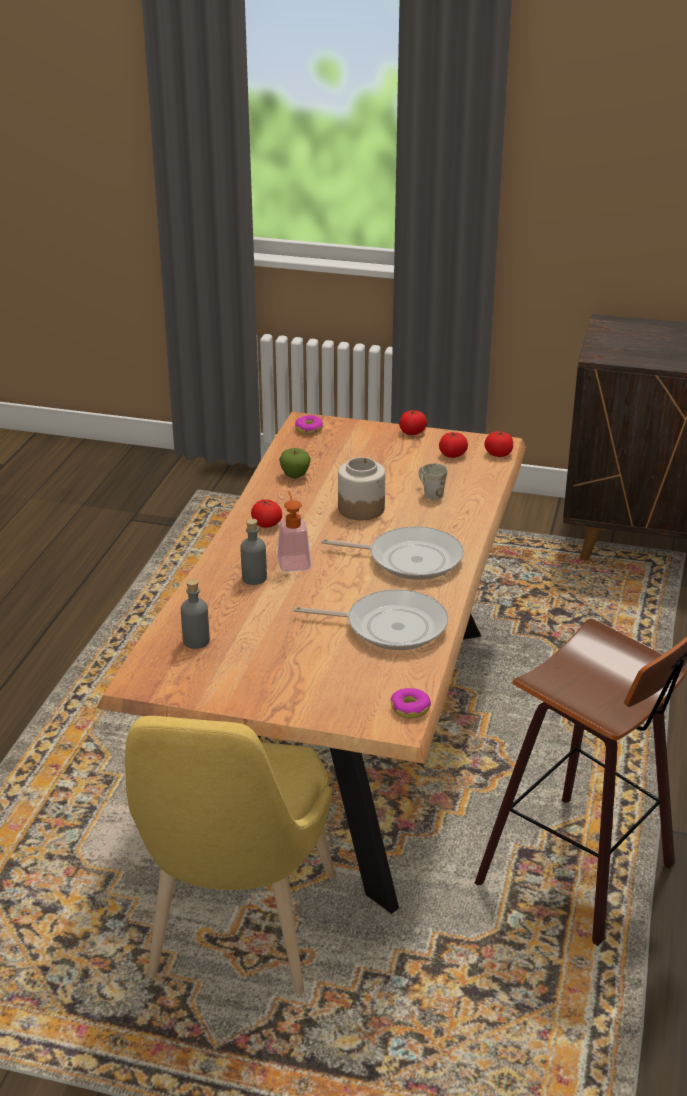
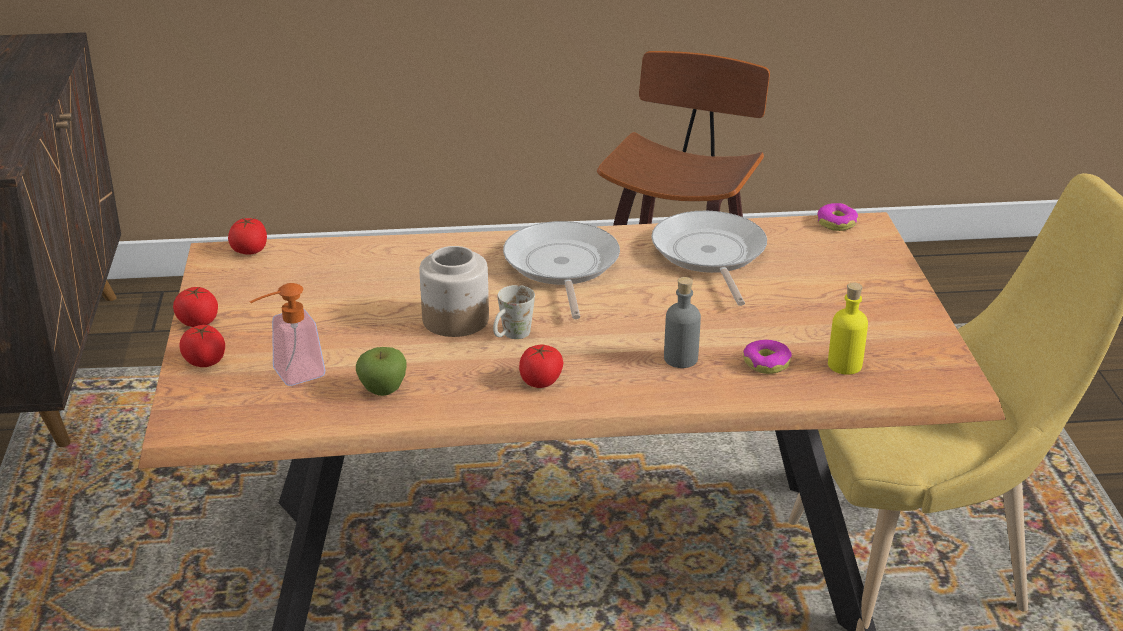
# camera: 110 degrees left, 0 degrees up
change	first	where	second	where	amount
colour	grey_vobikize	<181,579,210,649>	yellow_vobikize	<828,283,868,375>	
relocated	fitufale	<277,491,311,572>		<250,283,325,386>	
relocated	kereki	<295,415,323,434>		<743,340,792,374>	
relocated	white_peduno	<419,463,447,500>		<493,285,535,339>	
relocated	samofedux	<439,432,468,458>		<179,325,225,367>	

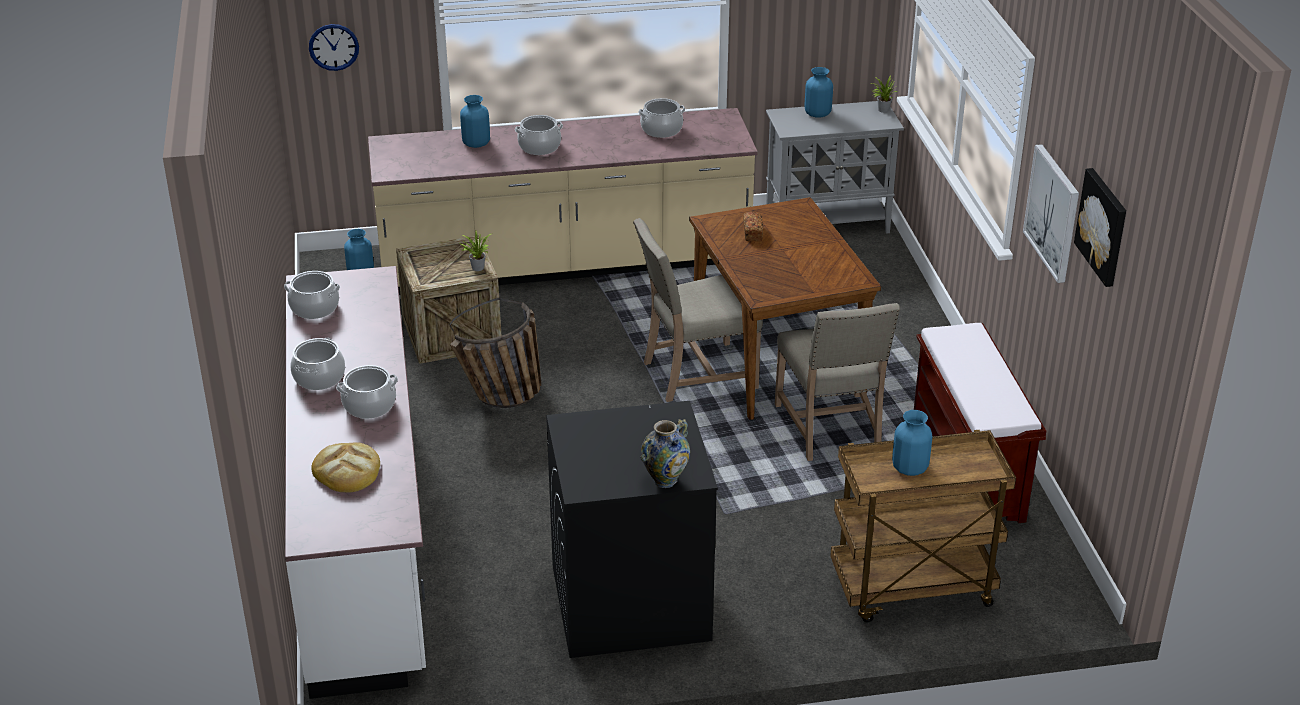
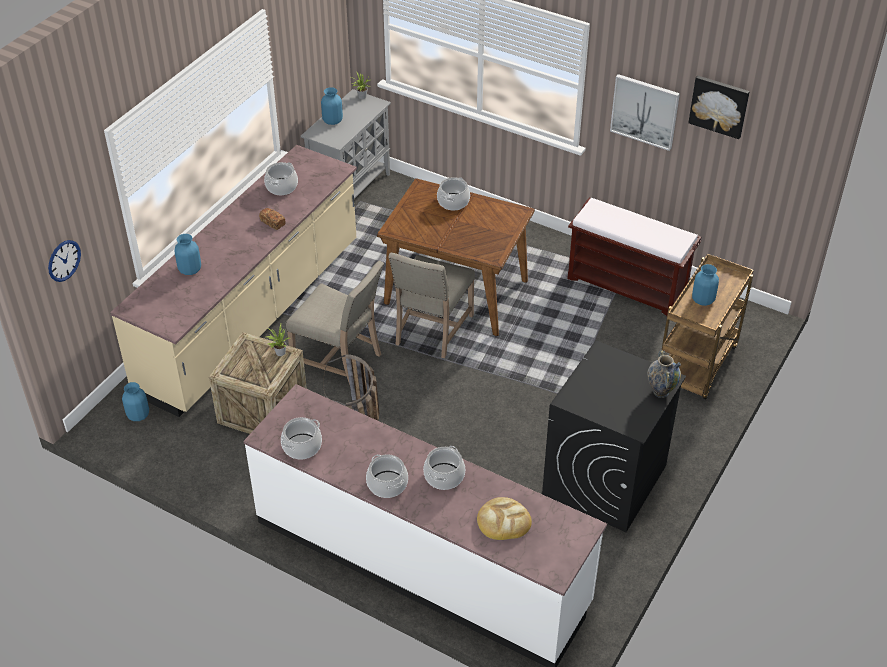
# camera: 50 degrees left, 10 degrees up
change	first	where	second	where	amount
relocated	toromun	<515,115,563,155>		<437,177,470,210>	
relocated	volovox	<743,212,763,241>		<259,208,286,230>	
relocated	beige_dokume	<775,303,900,461>		<285,261,384,385>	

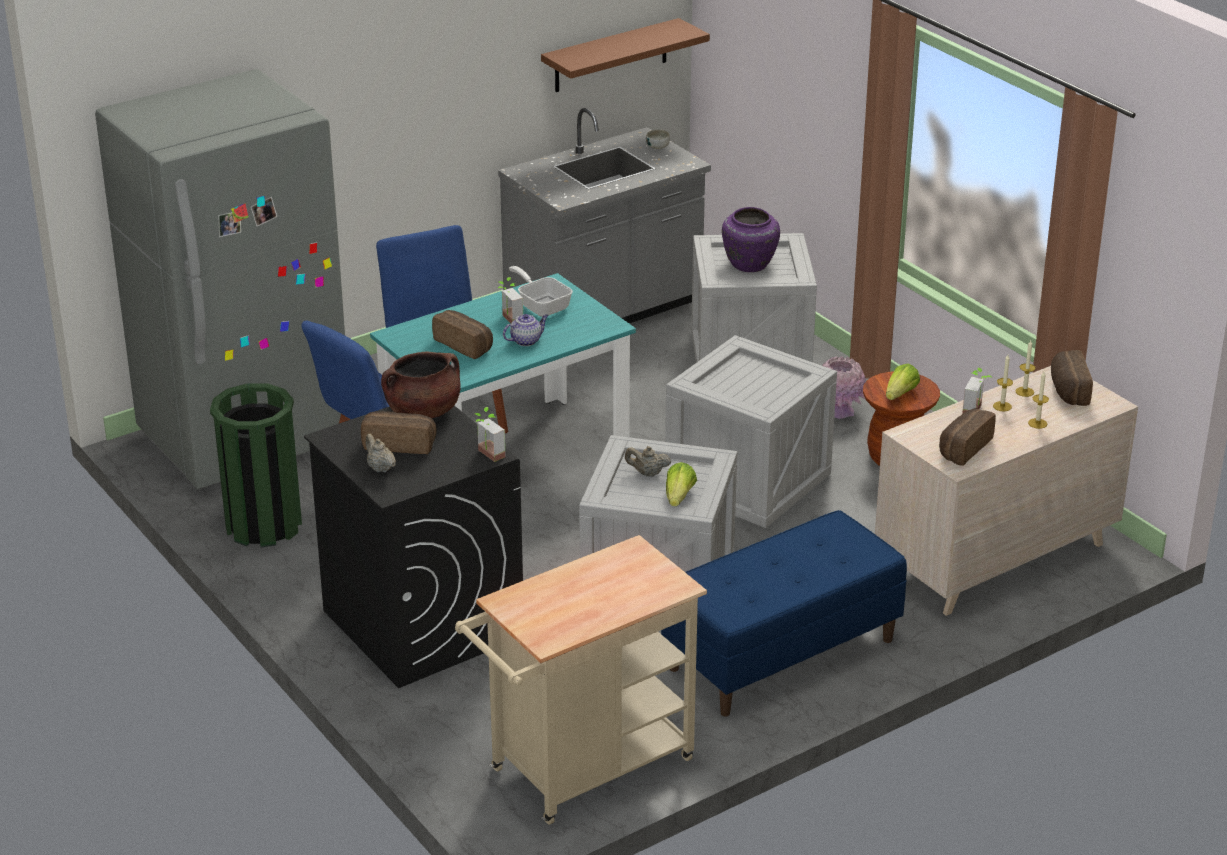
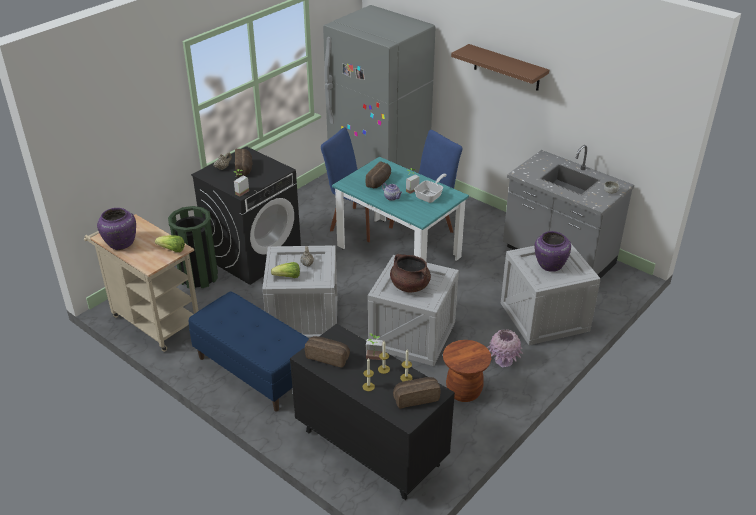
# camera: 75 degrees right, 5 degrees up
change	first	where	second	where	amount
relocated	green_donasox	<210,383,302,547>		<168,206,218,288>	
relocated	brown_toromun	<381,352,461,418>		<390,254,431,292>	
relocated	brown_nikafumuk	<541,18,710,92>		<451,44,549,91>	
colour	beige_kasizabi	<875,366,1138,616>	black_kasizabi	<290,324,455,500>	
relocated	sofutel	<886,364,920,400>		<155,235,185,252>	
appeared			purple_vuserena	<97,208,136,250>	

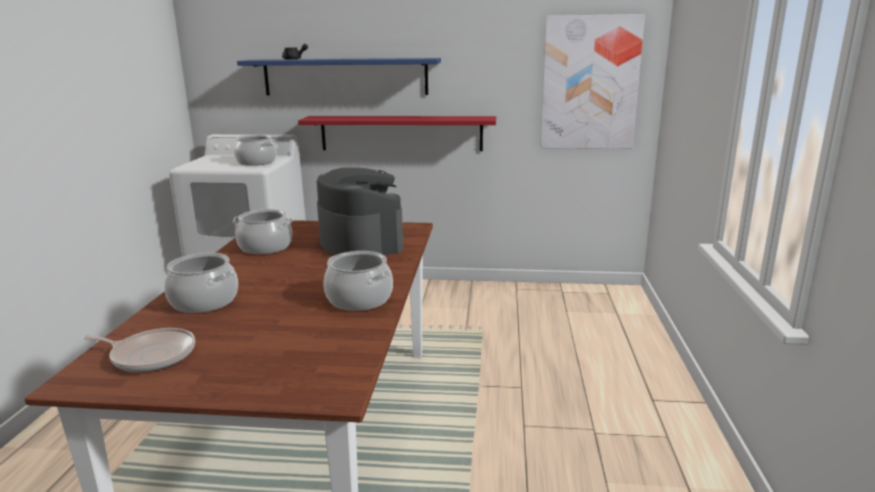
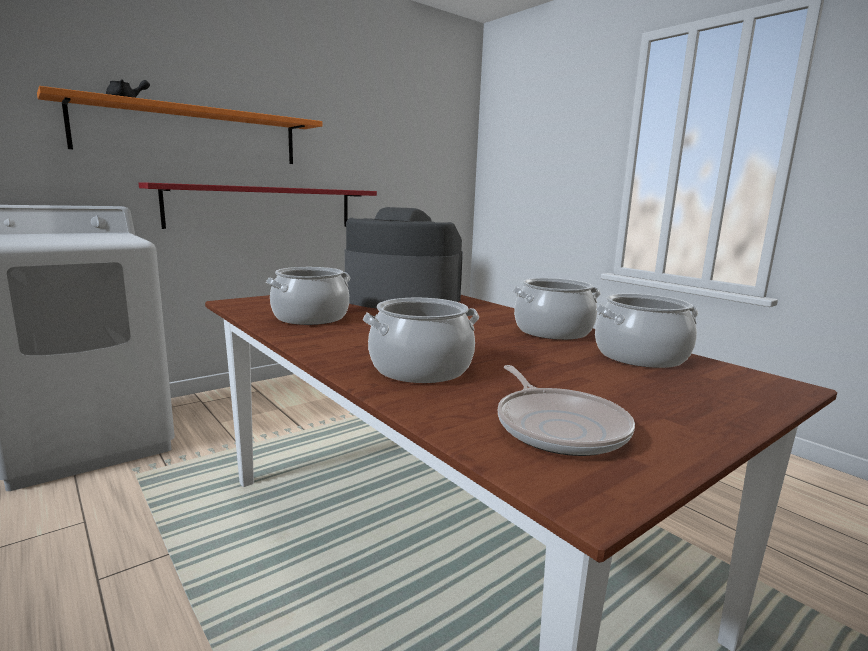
# camera: 45 degrees left, 5 degrees down
change	first	where	second	where	amount
spun	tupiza	<83,328,195,372>		<497,365,635,456>	105 degrees clockwise
relocated	toromun	<234,135,277,166>		<595,293,698,368>	
colour	blue_nikafumuk	<237,58,441,95>	orange_nikafumuk	<37,86,322,164>	
missing	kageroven	<540,14,645,149>			

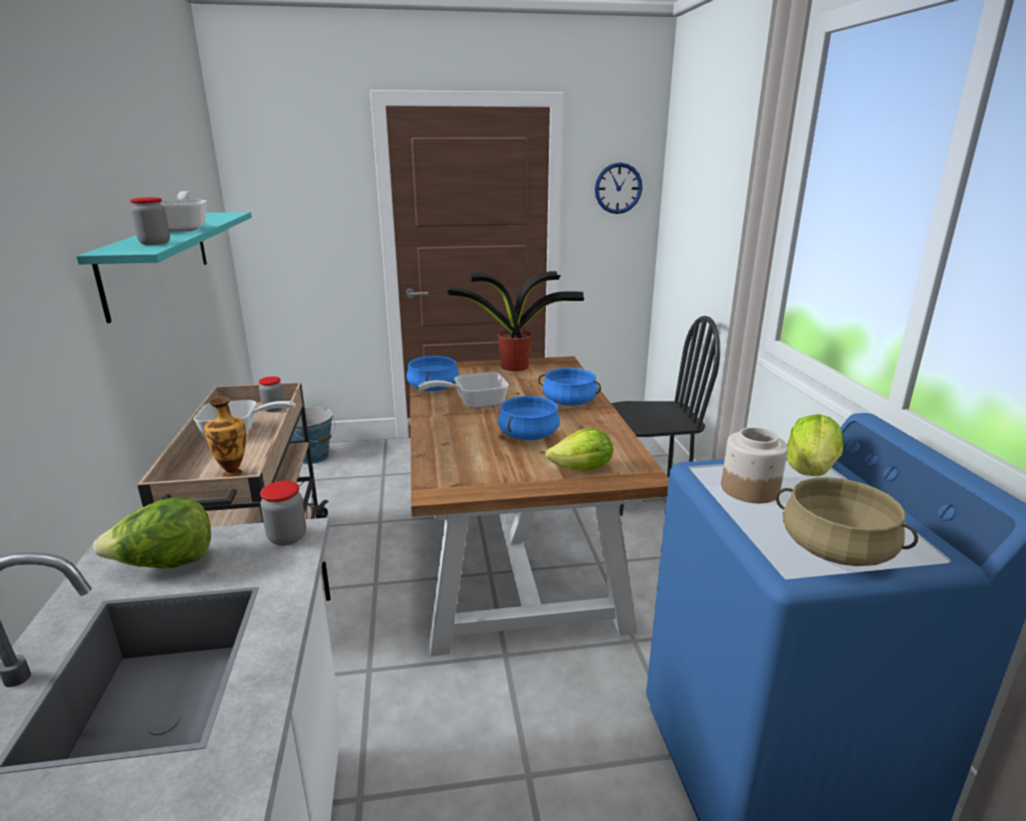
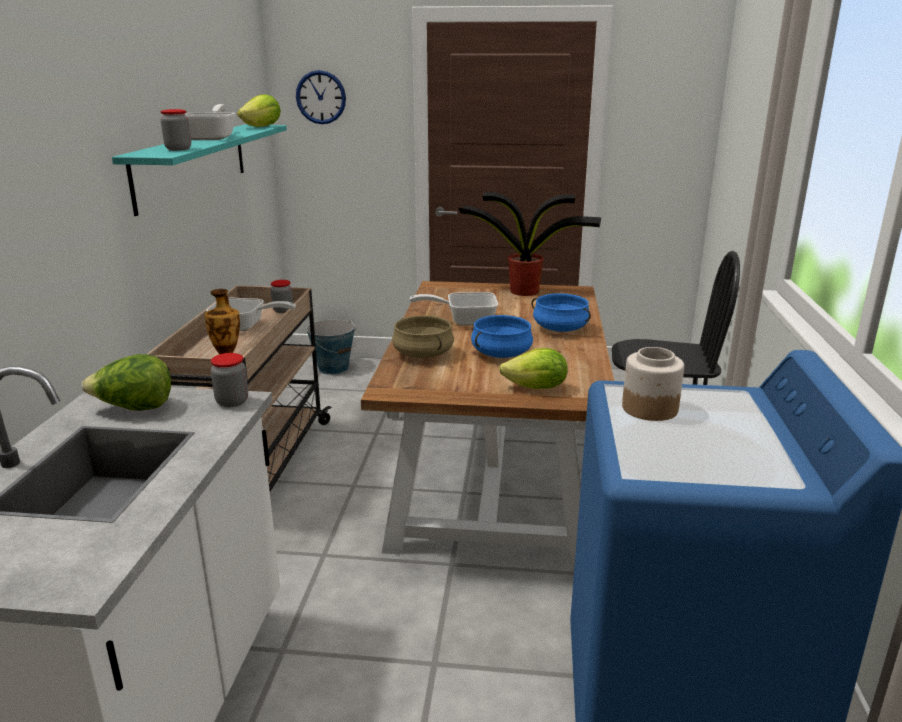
# camera: 15 degrees right, 0 degrees up
change	first	where	second	where	amount
missing	blue_toromun	<407,356,459,391>			
relocated	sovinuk	<595,162,642,214>		<296,70,346,124>	
relocated	beige_toromun	<776,477,918,566>		<392,315,454,358>	
relocated	sofutel	<787,414,843,476>		<237,94,281,127>	

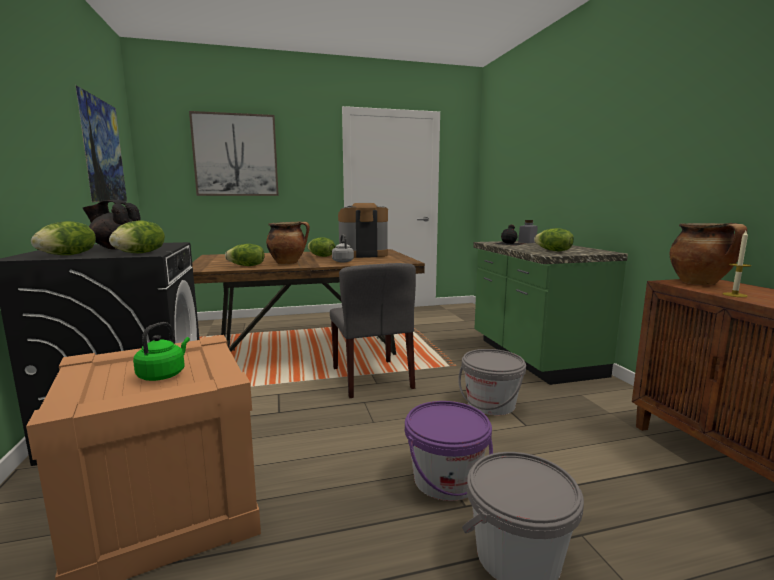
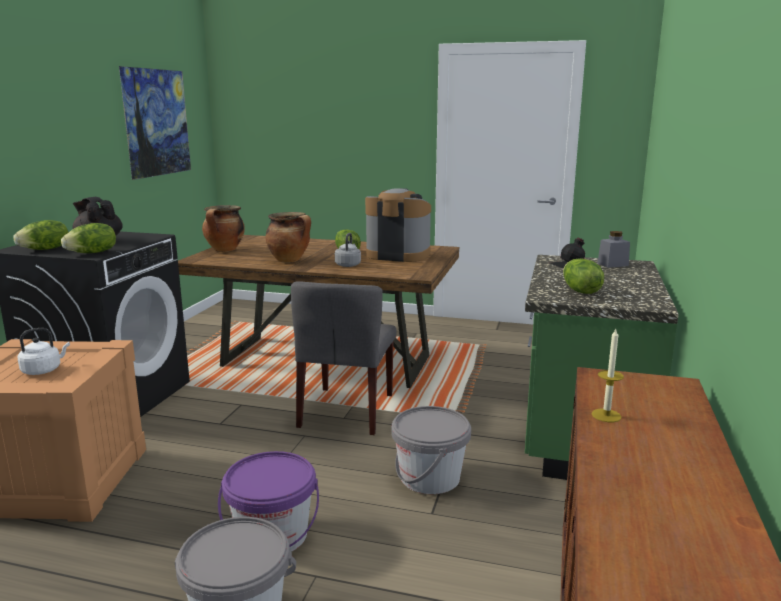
# camera: 30 degrees right, 5 degrees up
change	first	where	second	where	amount
colour	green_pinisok	<133,322,190,381>	white_pinisok	<17,328,70,375>	
missing	kageroven	<189,111,279,196>			
missing	sofutel	<225,244,265,266>			
relocated	toromun	<670,223,747,285>		<202,205,245,252>	

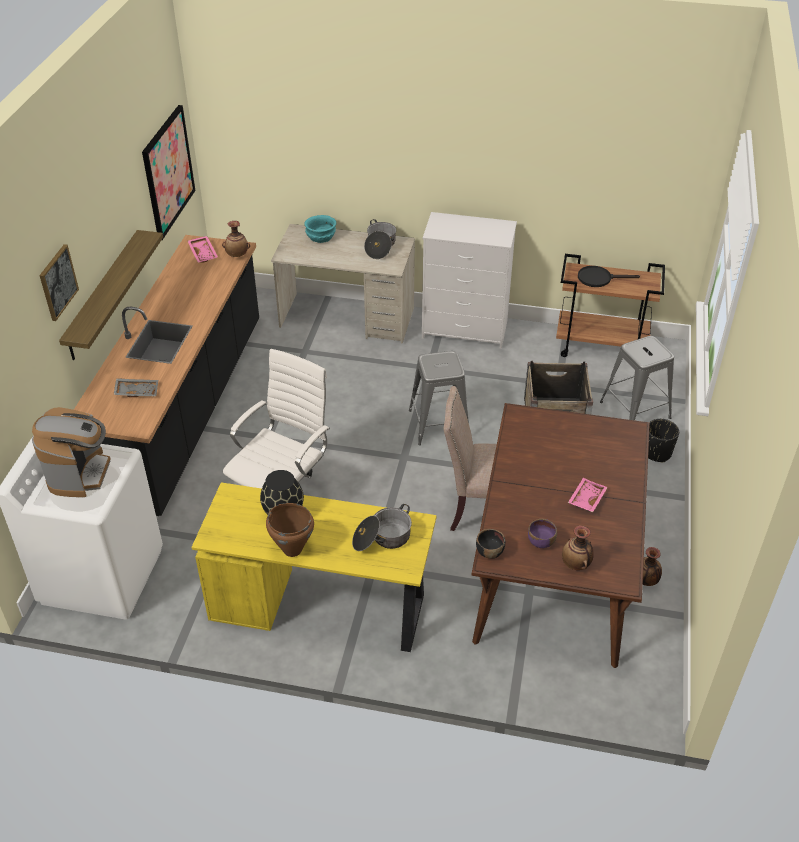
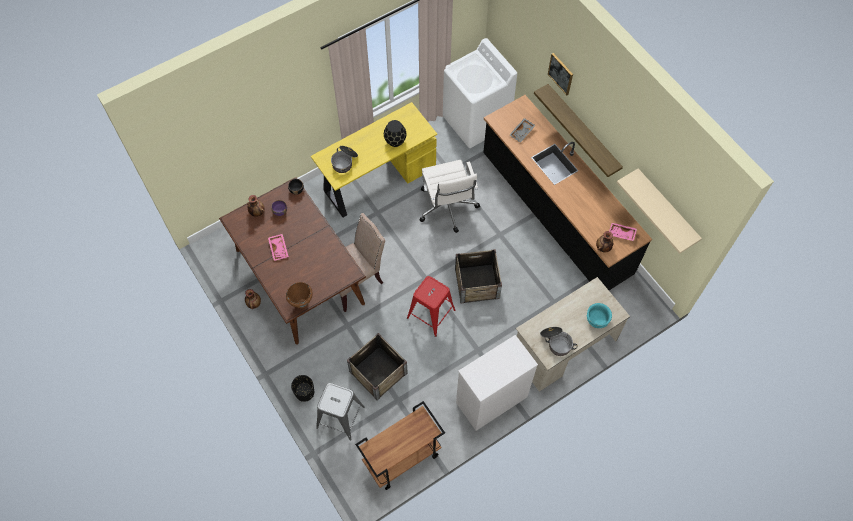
# camera: 135 degrees right, 20 degrees up
change	first	where	second	where	amount
missing	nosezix	<32,407,111,497>			
exchanged	kageroven	<142,105,196,240>	beige_nikafumuk	<617,168,702,254>	
relocated	brown_toromun	<266,503,314,557>		<286,282,313,309>	
colour	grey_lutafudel	<409,351,469,445>	red_lutafudel	<407,276,455,337>	
missing	black_tupiza	<578,266,640,287>			
appeared			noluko	<455,249,502,303>	

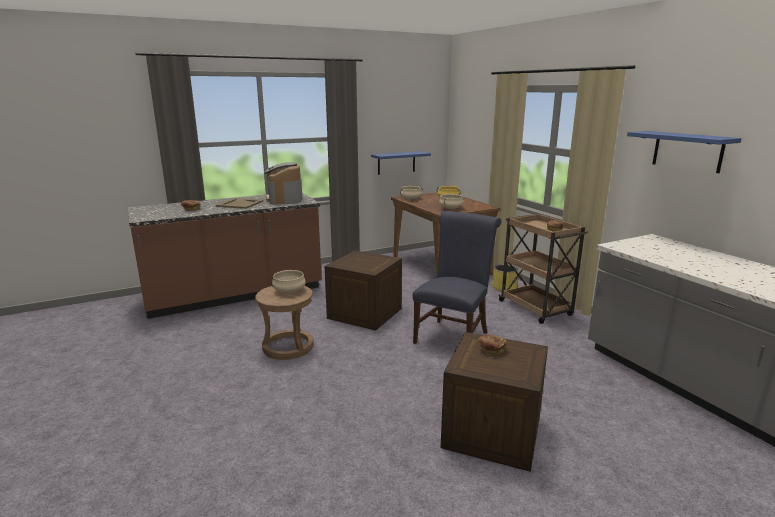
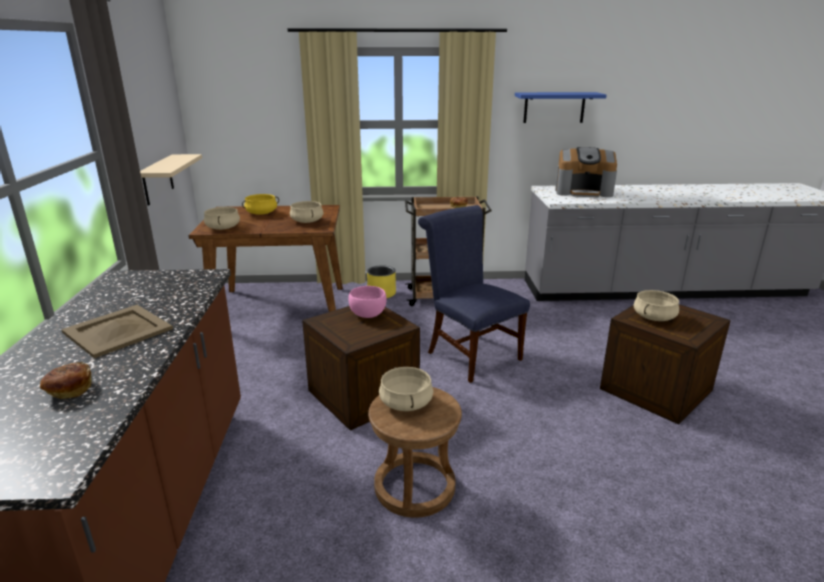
# camera: 65 degrees left, 5 degrees up
change	first	where	second	where	amount
relocated	nosezix	<264,163,302,204>		<555,147,617,198>	
colour	blue_nikafumuk	<371,151,431,175>	beige_nikafumuk	<140,154,202,205>	
exchanged	volovox	<478,335,507,355>	beige_toromun	<633,290,679,321>	
appeared			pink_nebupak	<348,286,387,318>	

